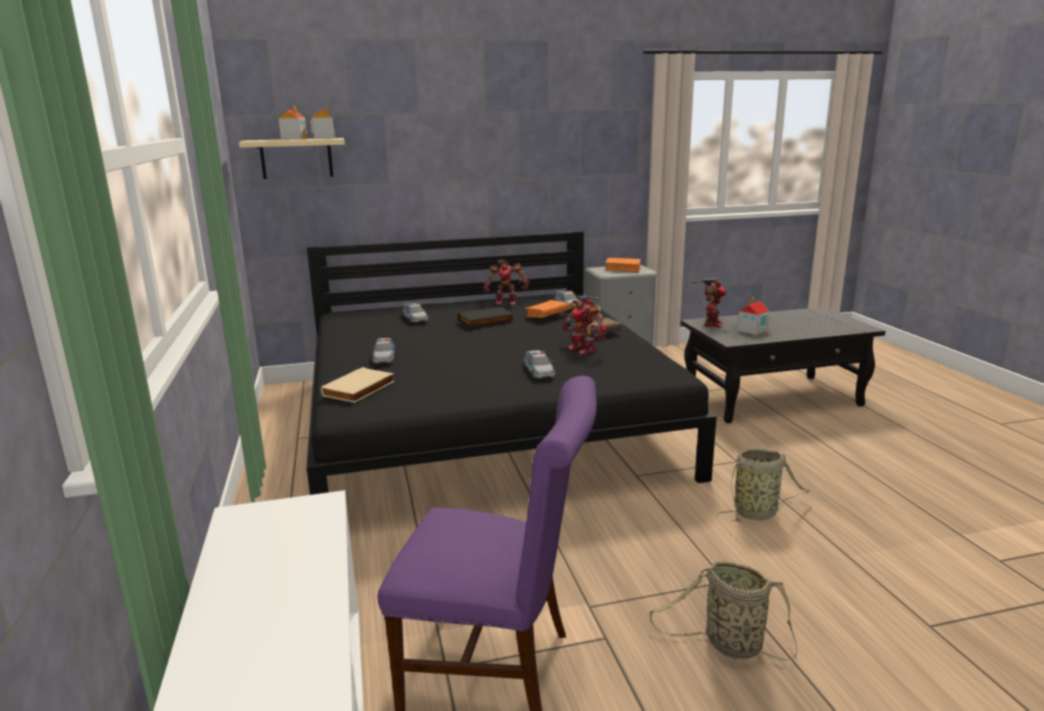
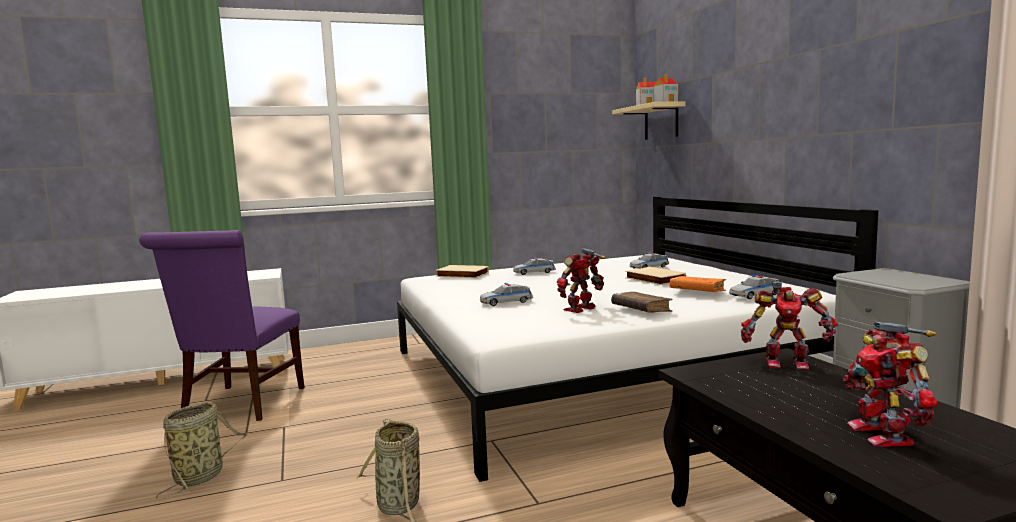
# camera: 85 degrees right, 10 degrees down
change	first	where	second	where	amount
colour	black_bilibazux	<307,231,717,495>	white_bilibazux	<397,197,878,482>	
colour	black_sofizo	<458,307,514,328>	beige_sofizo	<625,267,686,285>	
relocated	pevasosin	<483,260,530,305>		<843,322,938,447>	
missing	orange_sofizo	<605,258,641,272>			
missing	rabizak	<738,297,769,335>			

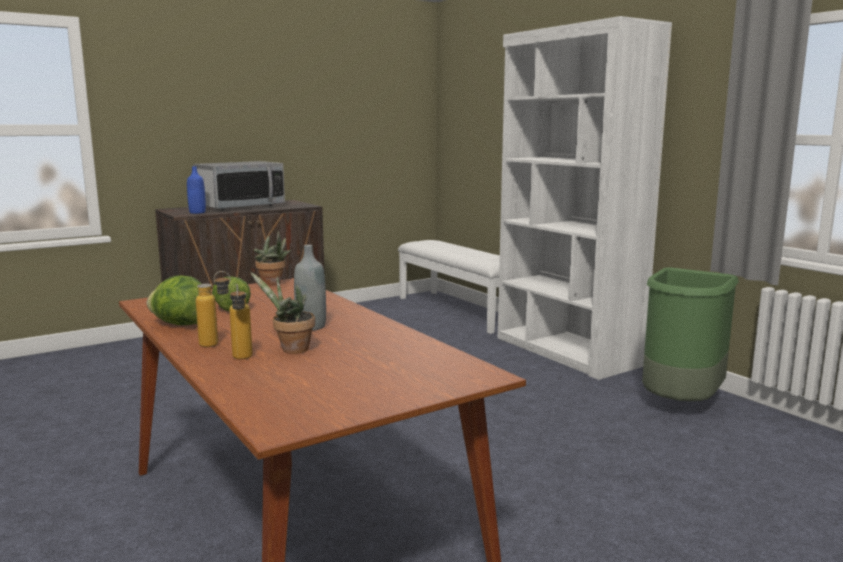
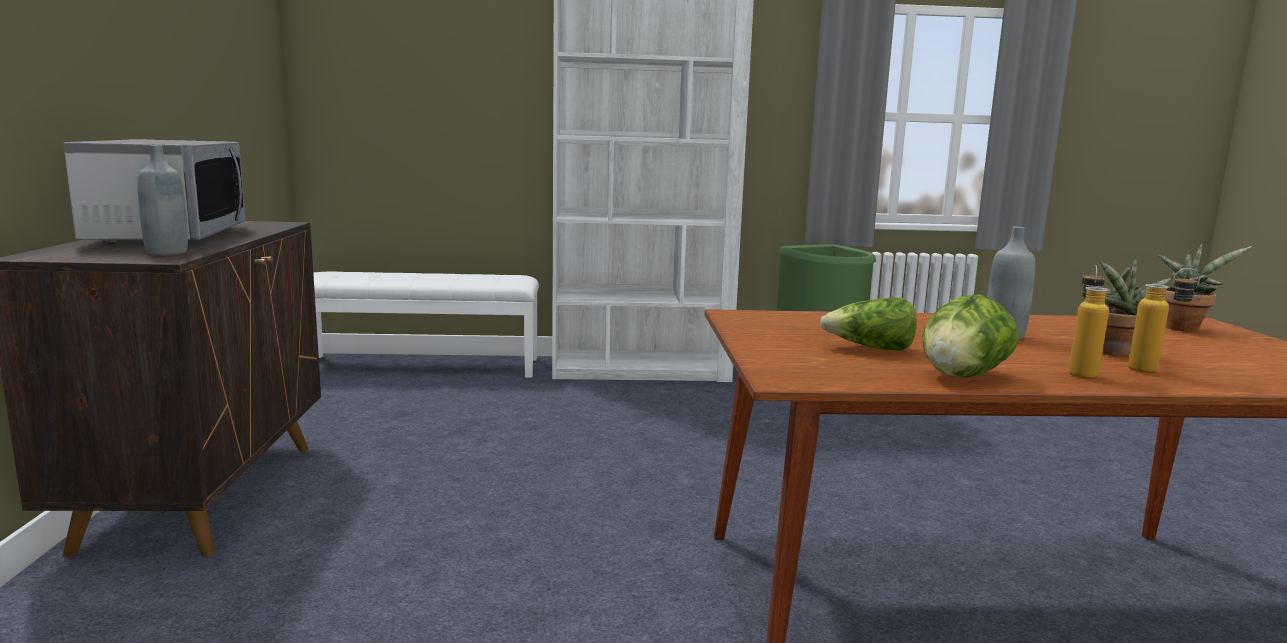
# camera: 60 degrees left, 0 degrees up
change	first	where	second	where	amount
colour	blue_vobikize	<187,166,206,214>	grey_vobikize	<138,145,188,255>	
relocated	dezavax	<253,231,291,286>		<1159,243,1252,332>	

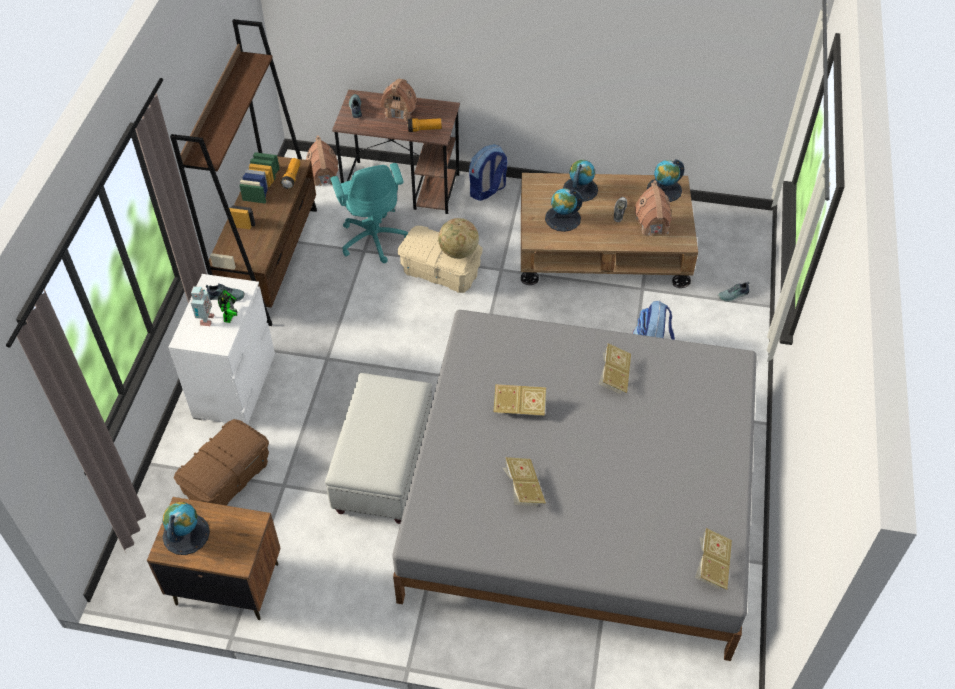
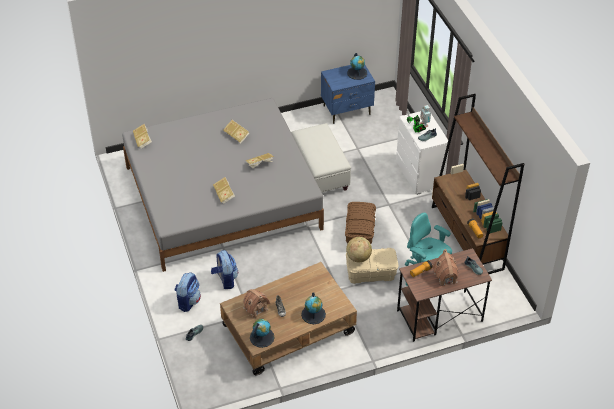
# camera: 150 degrees right, 5 degrees down
change	first	where	second	where	amount
colour	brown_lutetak	<147,497,281,620>	blue_lutetak	<321,65,375,124>	
relocated	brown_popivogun	<174,419,269,506>		<345,202,376,244>	
missing	rabizak	<306,136,338,186>			
relocated	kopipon	<469,144,507,201>		<175,272,201,312>	
missing	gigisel	<545,189,583,232>			

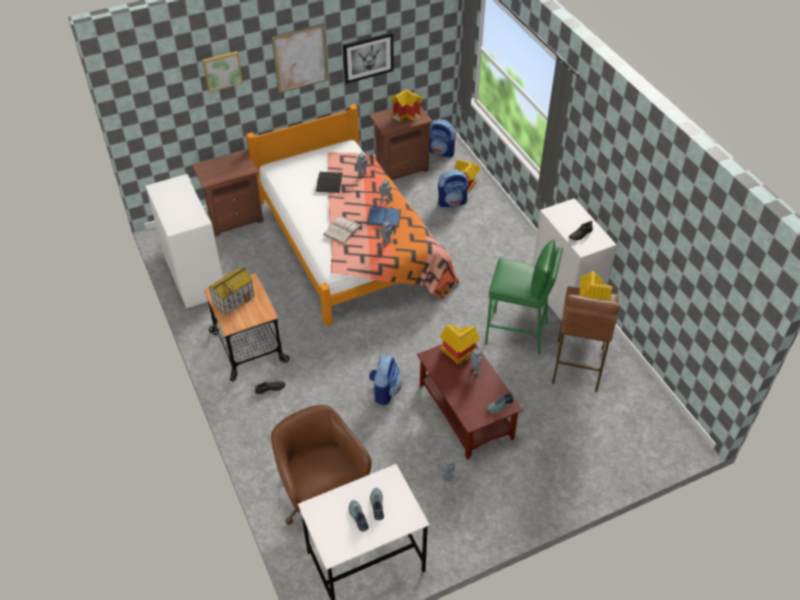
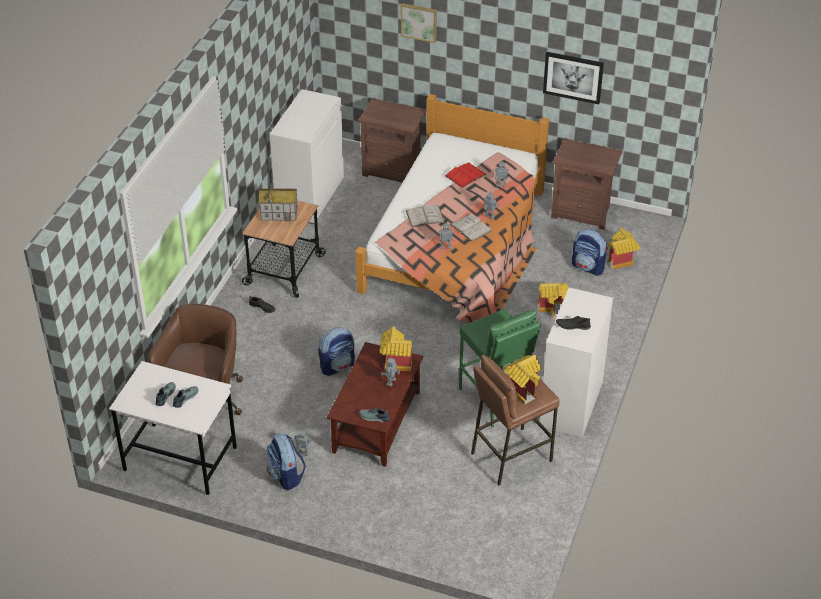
# camera: 45 degrees right, 5 degrees down
change	first	where	second	where	amount
missing	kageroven	<271,24,328,93>			
colour	black_sofizo	<316,172,343,193>	red_sofizo	<445,162,486,188>	
colour	blue_sofizo	<367,206,401,227>	white_sofizo	<449,214,492,242>	
relocated	rabizak	<390,89,423,122>		<538,283,568,320>	
relocated	kopipon	<429,119,456,158>		<267,433,306,490>	

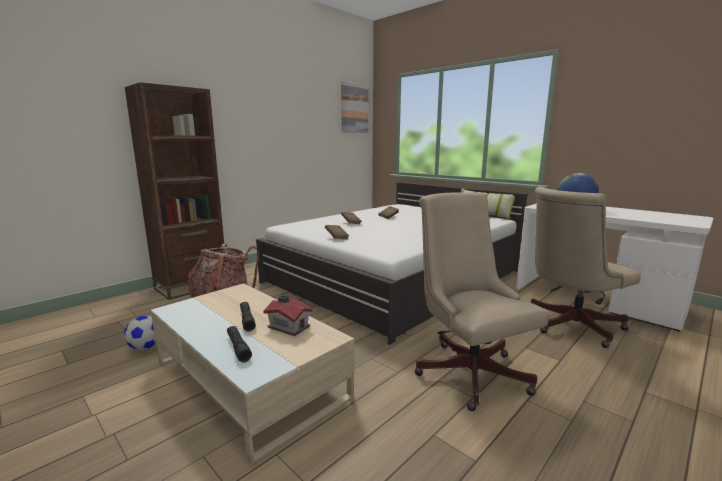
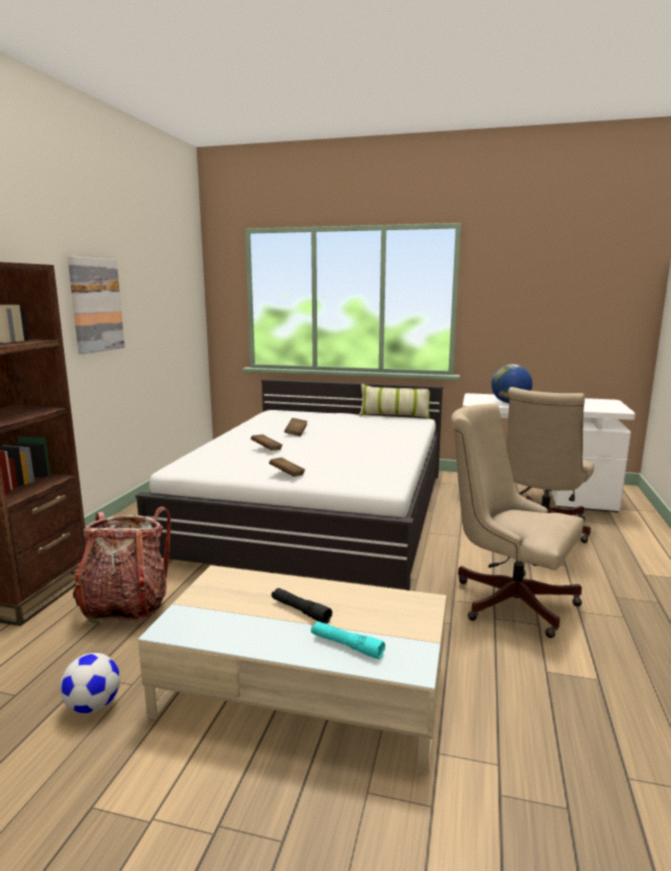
# camera: 30 degrees left, 0 degrees up
change	first	where	second	where	amount
colour	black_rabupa	<227,326,252,362>	turquoise_rabupa	<311,621,385,659>	
missing	rabizak	<264,295,313,336>			
relocated	kageroven	<341,81,368,133>		<68,256,125,354>	

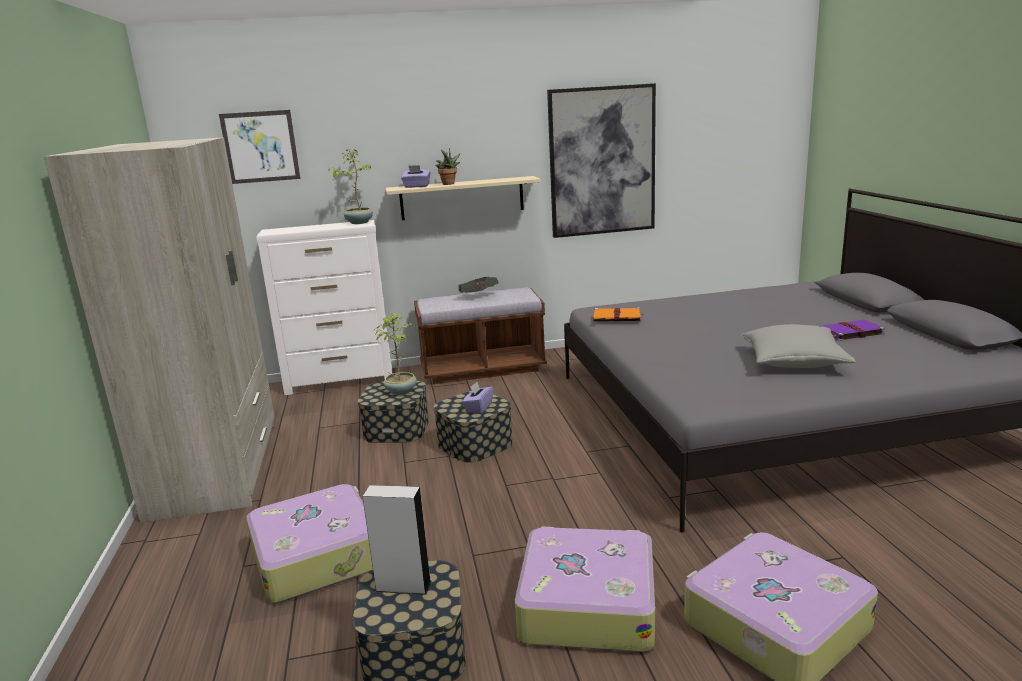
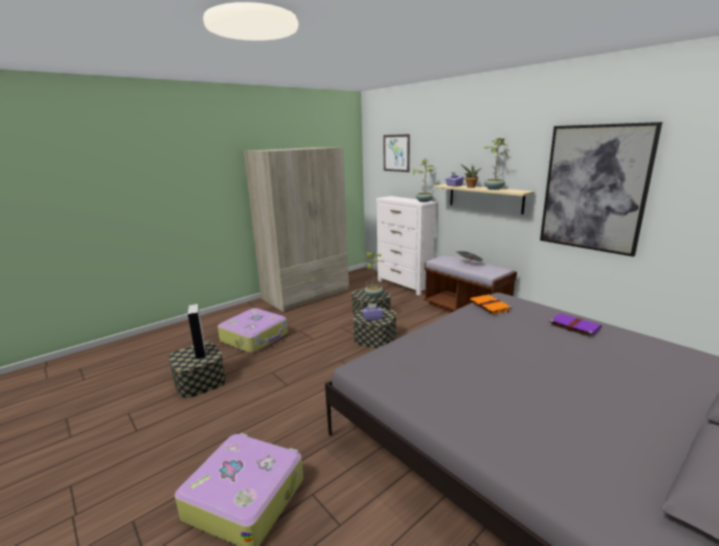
# camera: 60 degrees right, 0 degrees up
change	first	where	second	where	amount
missing	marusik	<515,527,655,652>			
missing	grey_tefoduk	<742,324,856,368>			
relocated	purple_sofizo	<821,320,885,341>		<549,313,601,338>	
appeared			dezavax	<483,138,510,190>	

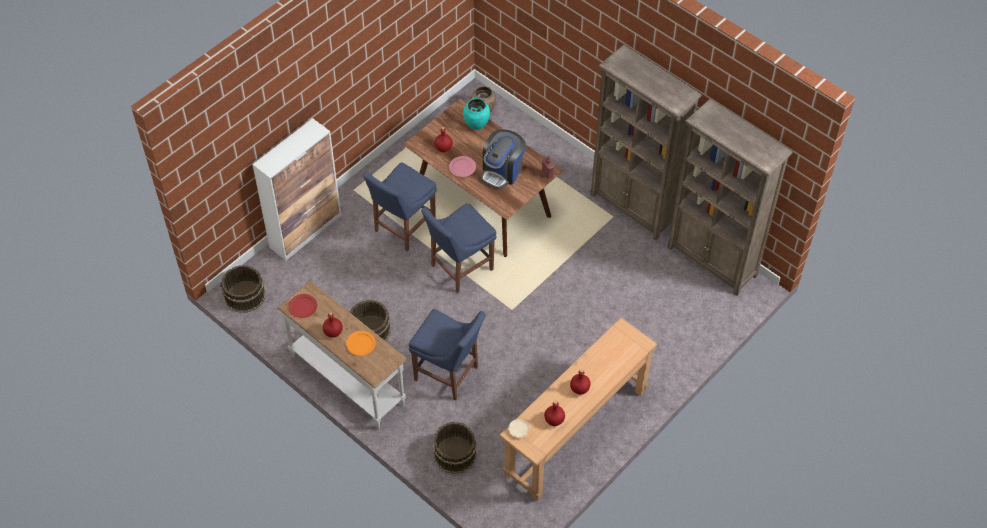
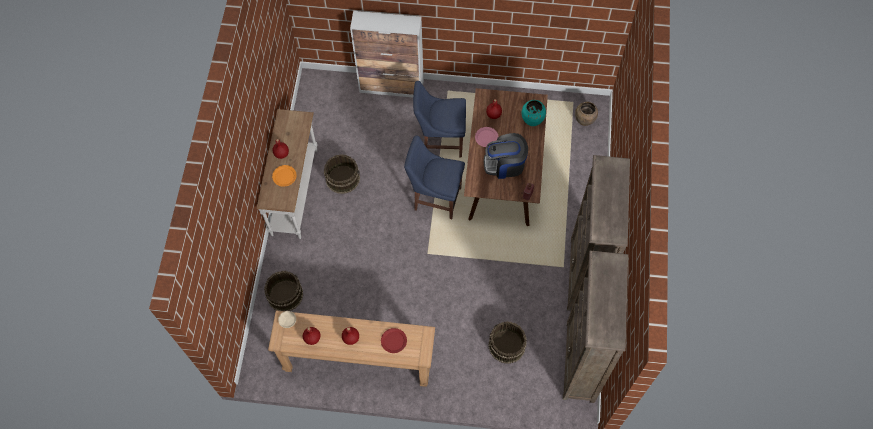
# camera: 55 degrees right, 10 degrees up
change	first	where	second	where	amount
relocated	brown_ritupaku	<220,265,266,313>		<489,321,527,364>	
relocated	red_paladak	<288,294,317,318>		<381,328,407,353>	
missing	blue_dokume	<409,309,486,400>			

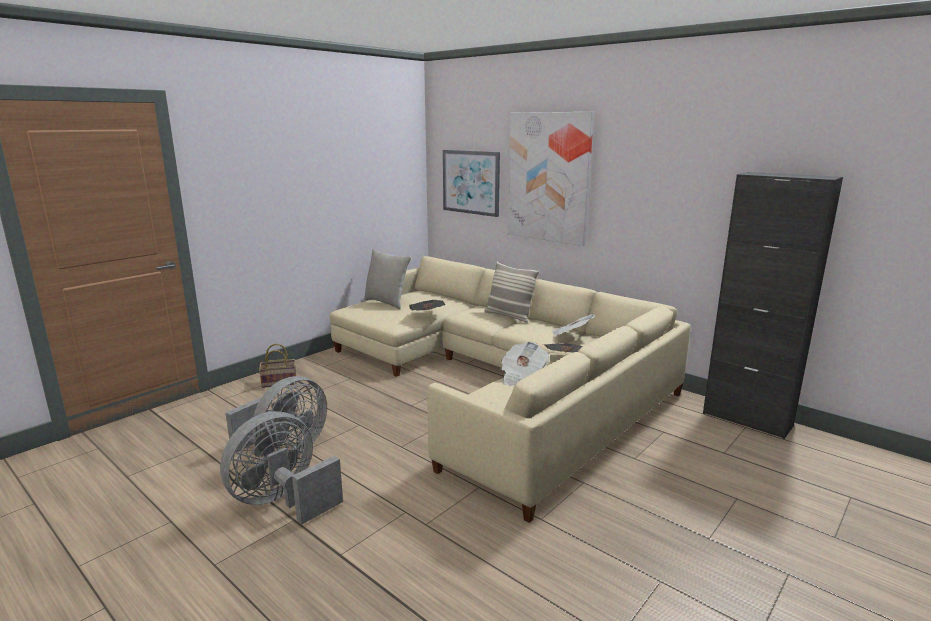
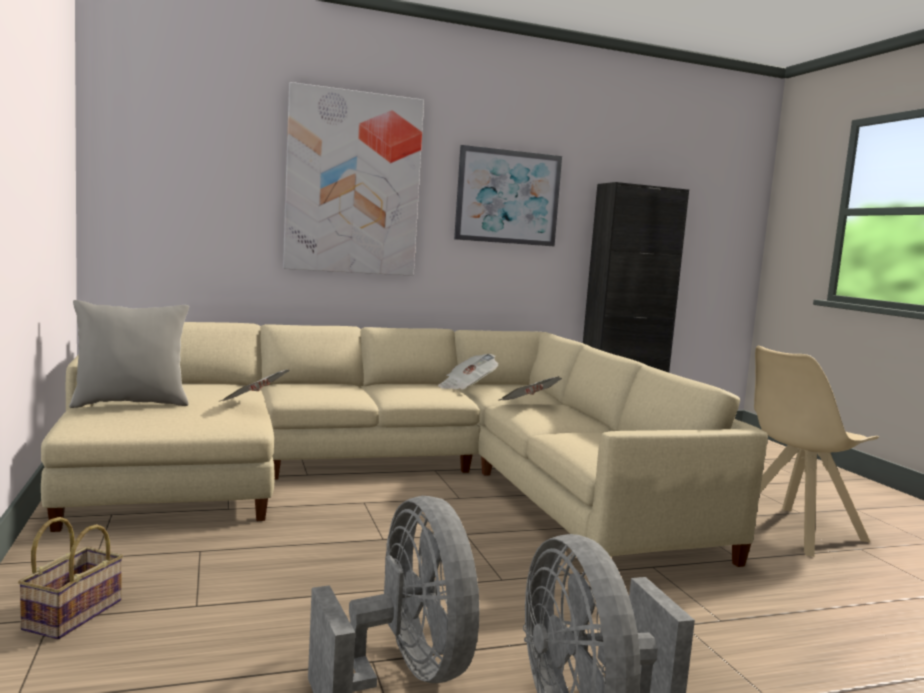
# camera: 60 degrees left, 10 degrees down
change	first	where	second	where	amount
relocated	kageroven	<443,150,500,217>		<454,145,562,246>	
missing	tefoduk	<484,262,539,323>			
missing	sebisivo	<501,341,550,386>			
appeared			beige_dokume	<754,346,879,557>	

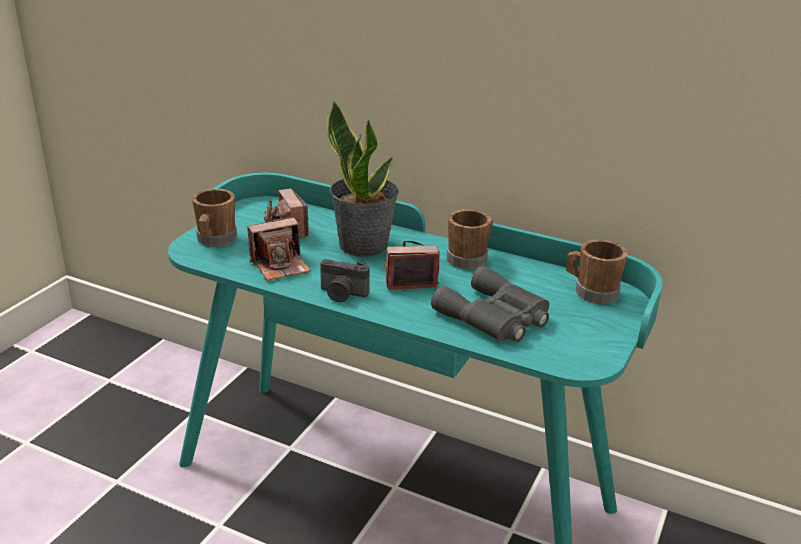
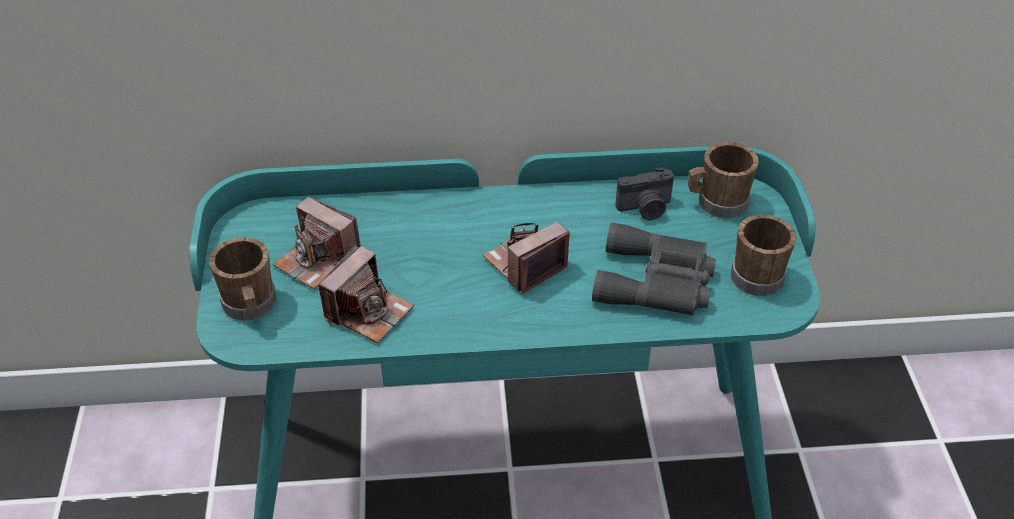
# camera: 30 degrees left, 15 degrees up
change	first	where	second	where	amount
relocated	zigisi	<320,259,370,302>		<615,167,674,220>	
missing	dezavax	<327,100,399,257>			
relocated	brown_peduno	<447,209,493,270>		<731,214,797,296>	

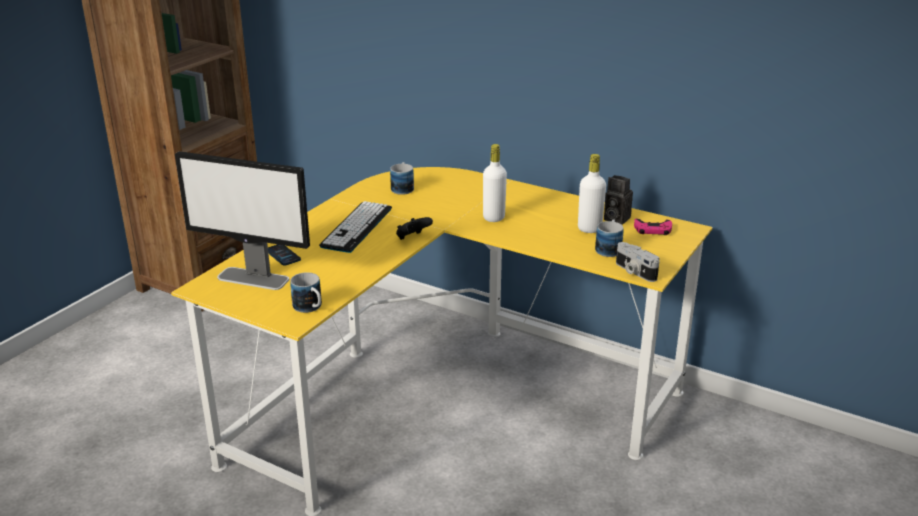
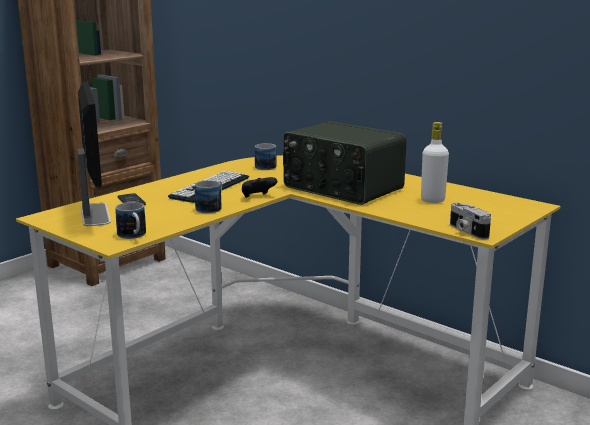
# camera: 10 degrees right, 10 degrees down
change	first	where	second	where	amount
spun	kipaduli	<175,151,310,290>		<77,82,111,226>	135 degrees counterclockwise
exchanged	white_vobikize	<483,144,507,222>	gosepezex	<283,121,406,205>	
relocated	peduno	<595,219,624,257>		<195,180,222,214>	
missing	zigisi	<604,175,633,225>			
missing	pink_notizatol	<634,218,672,235>			

